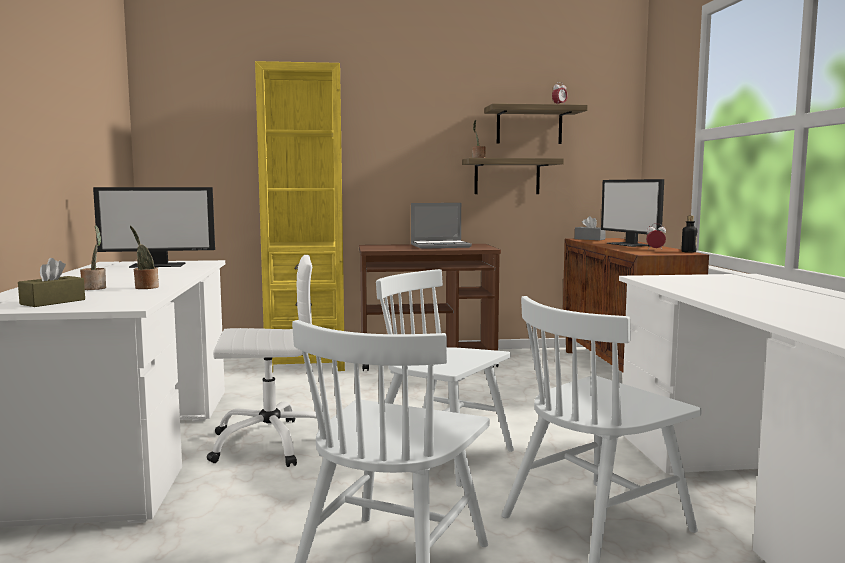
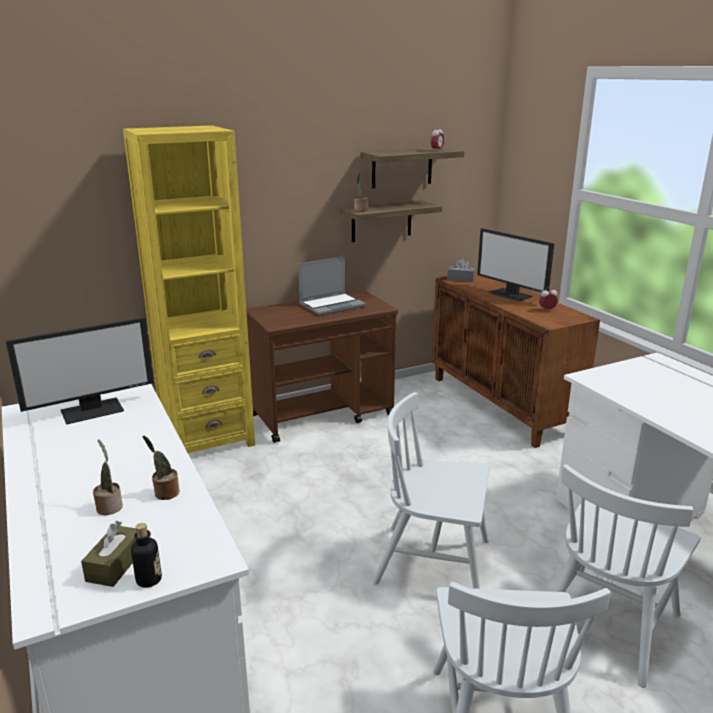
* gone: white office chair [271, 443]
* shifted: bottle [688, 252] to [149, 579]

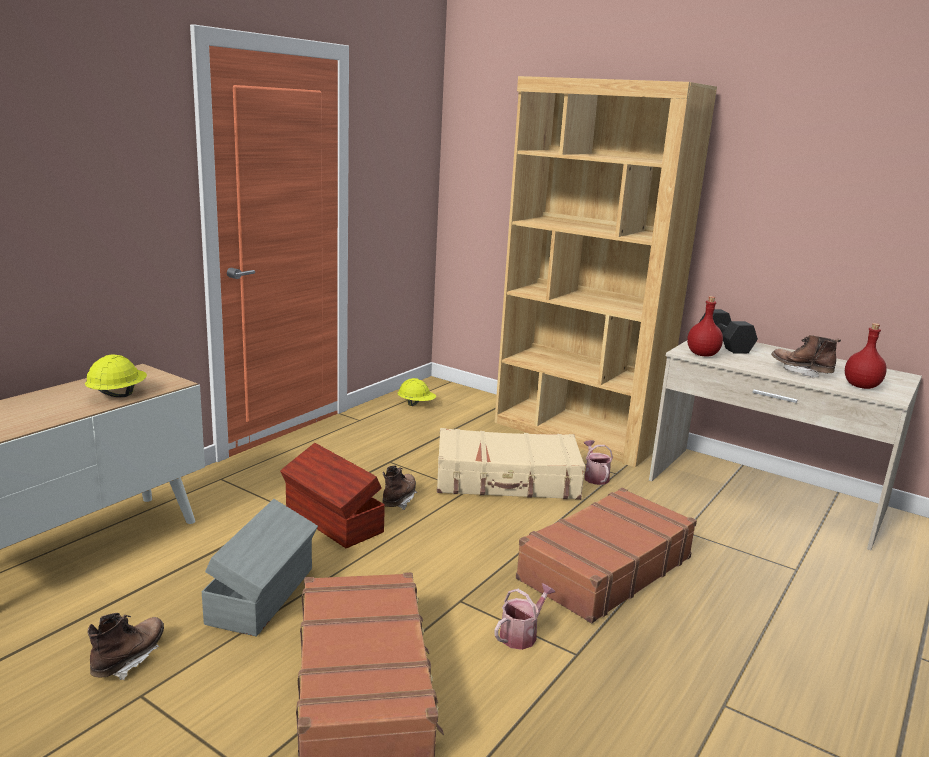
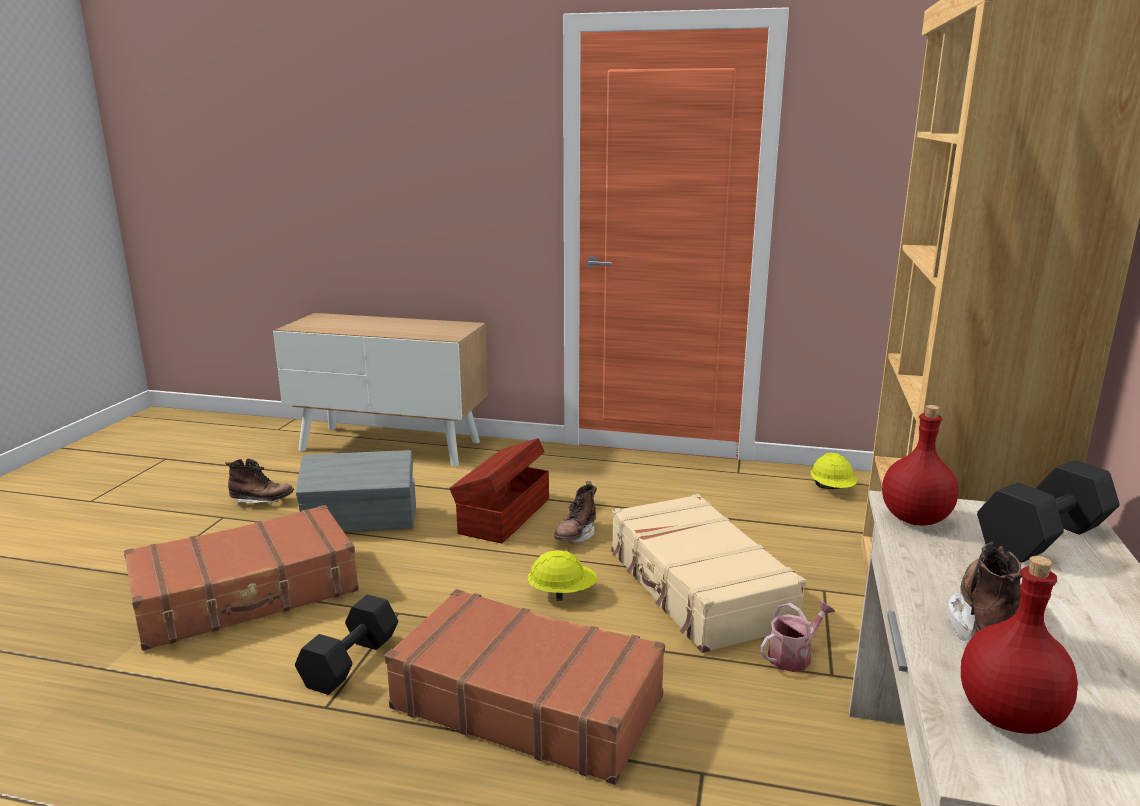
* shifted: yellow hard hat [117, 394] to [562, 593]
* swapped: watering can [521, 634] to black dumbbell [351, 662]
* rotated: brown boot [399, 500] = [575, 535] 120 degrees clockwise

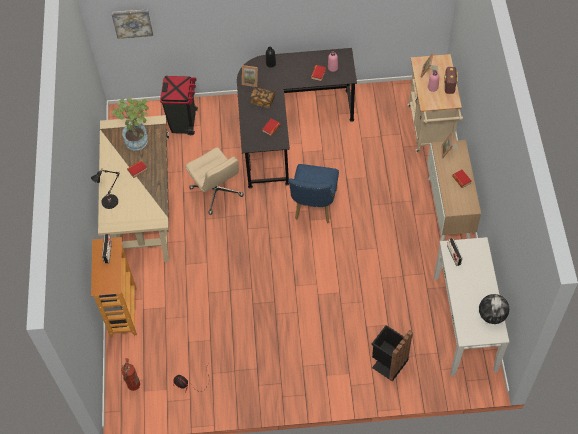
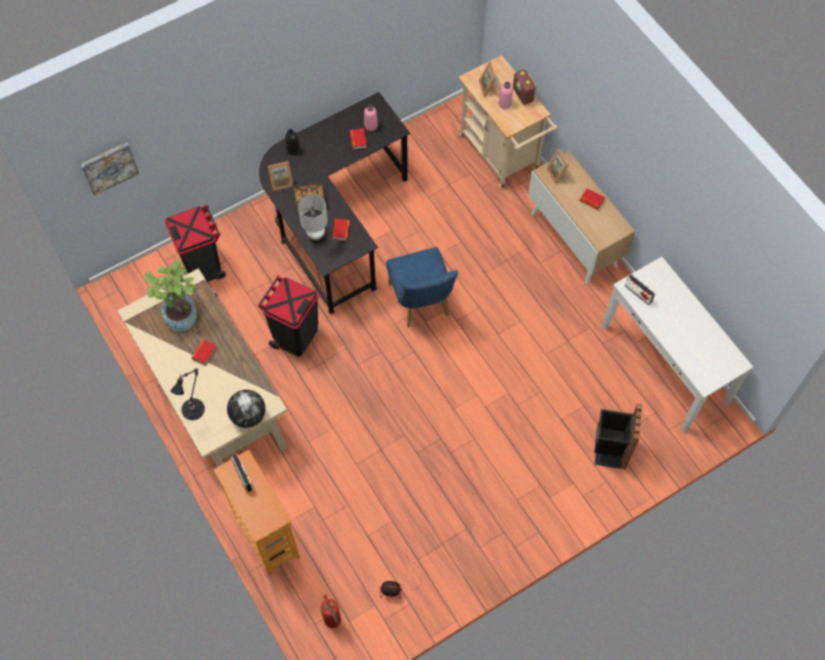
* new: white table lamp [316, 236]
* shifted: globe [492, 315] to [248, 415]
* swapped: beige office chair [217, 192] to black trash can [295, 336]

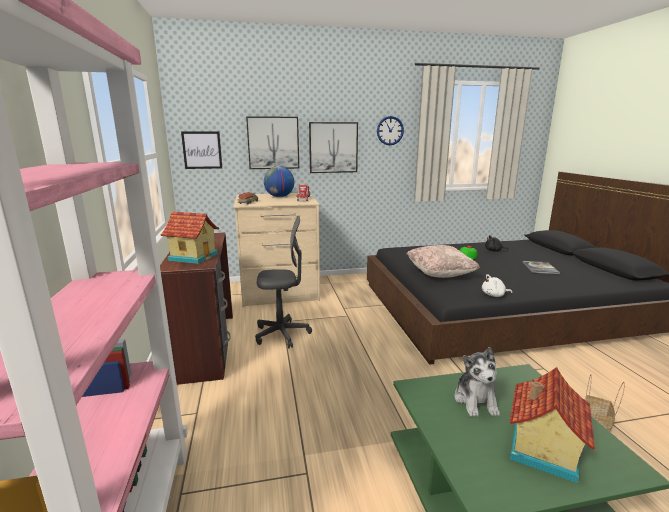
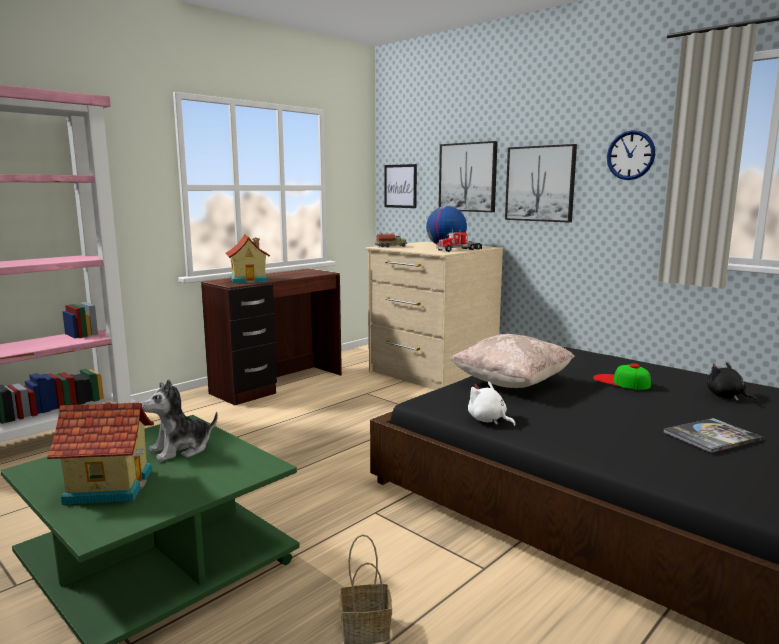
* gone: grey office chair [282, 334]

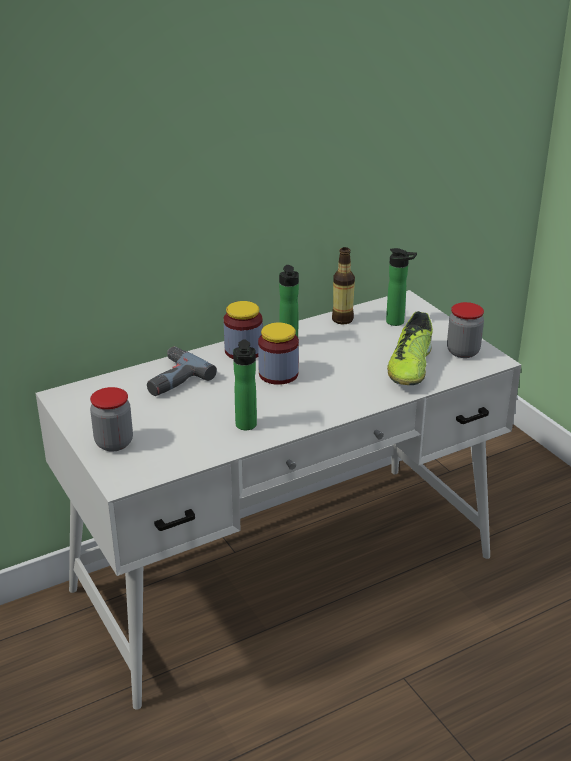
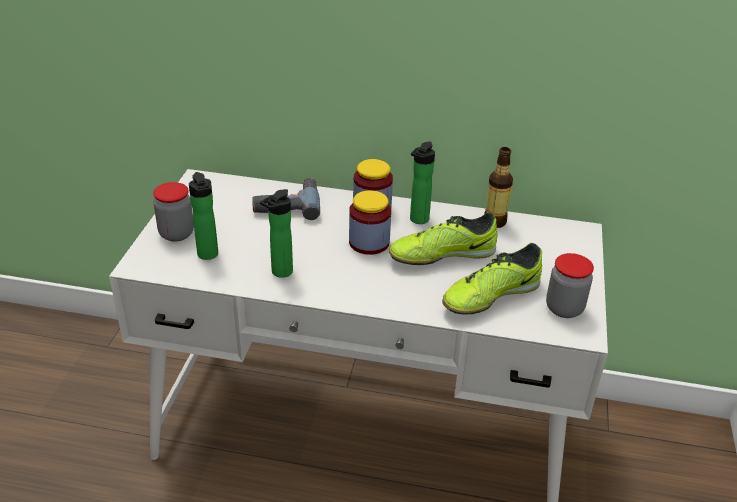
* new: shoe [442, 255]
* shifted: bottle [398, 322] to [208, 256]

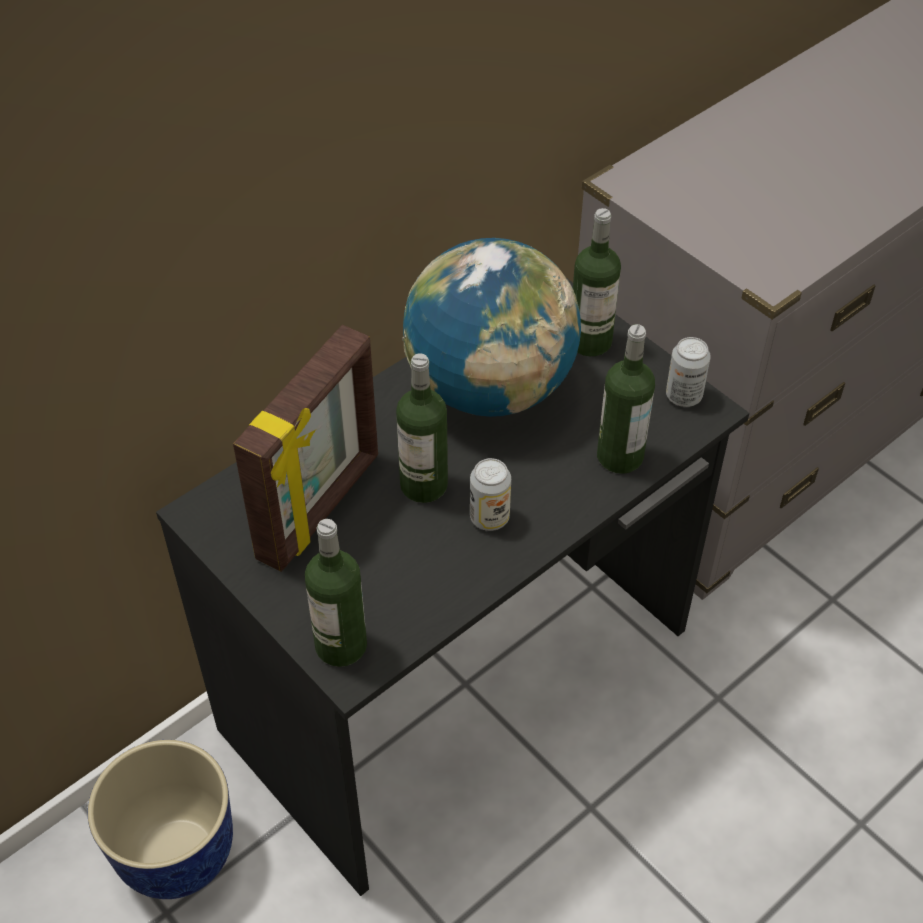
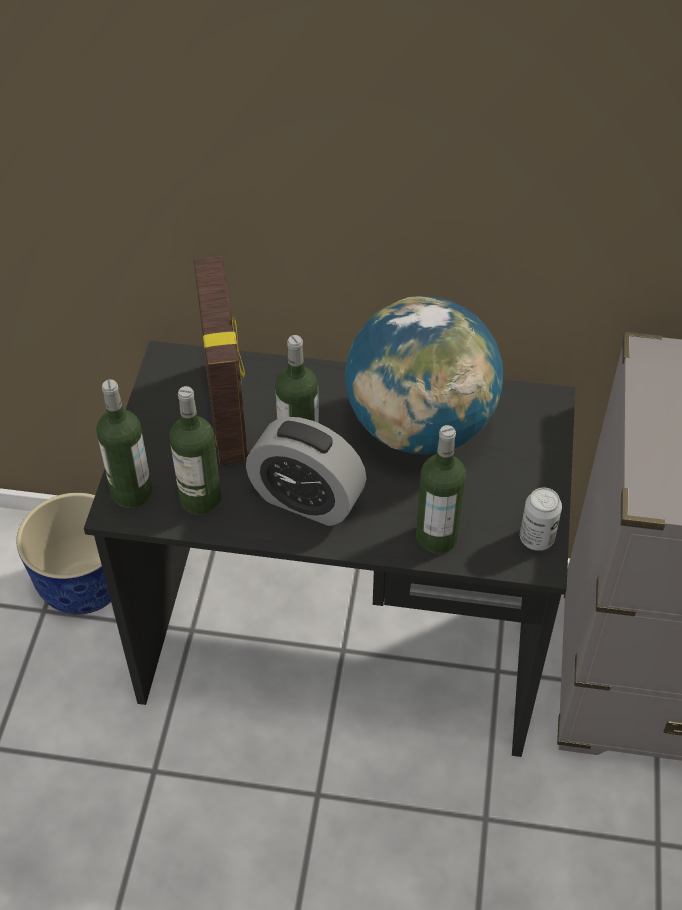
* shifted: bottle [590, 341] to [200, 498]
* swapped: can [489, 517] to alarm clock [306, 499]
* rotated: picture frame [321, 508] = [228, 412] 90 degrees counterclockwise

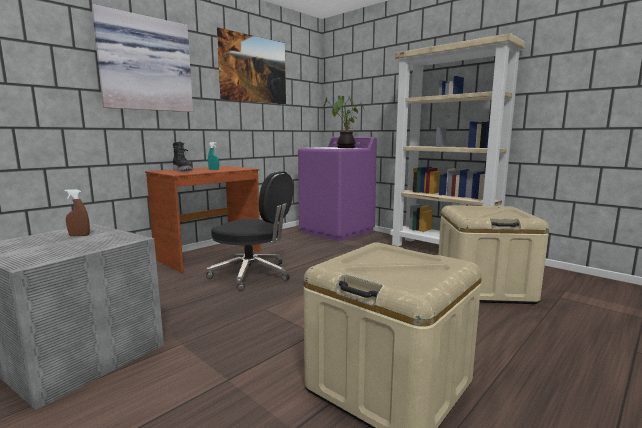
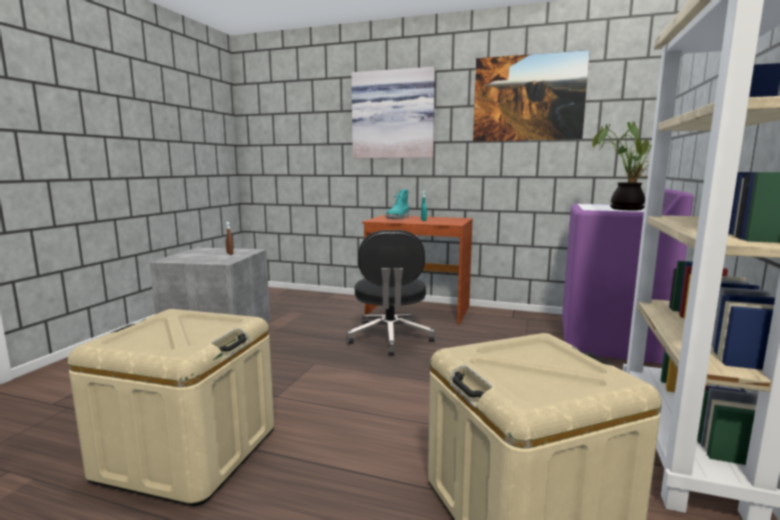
* repainted: black boot [183, 171] to turquoise boot [398, 218]

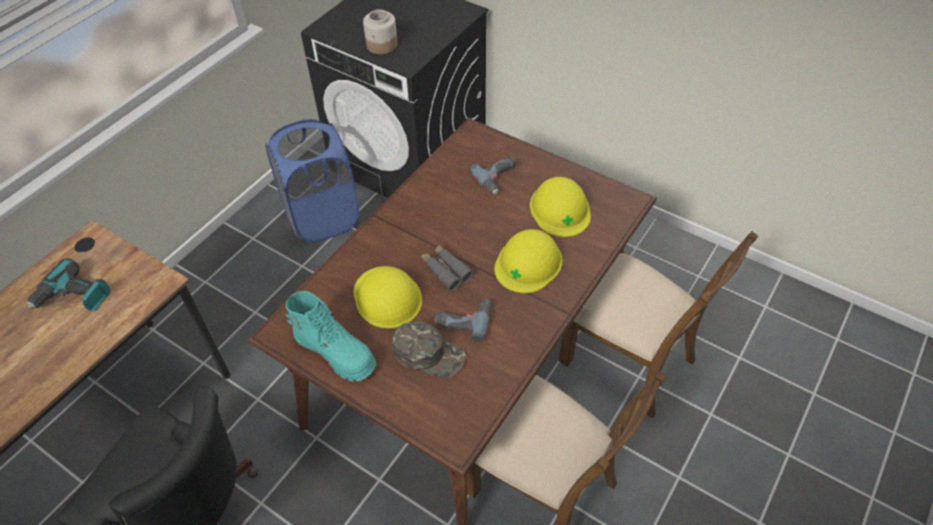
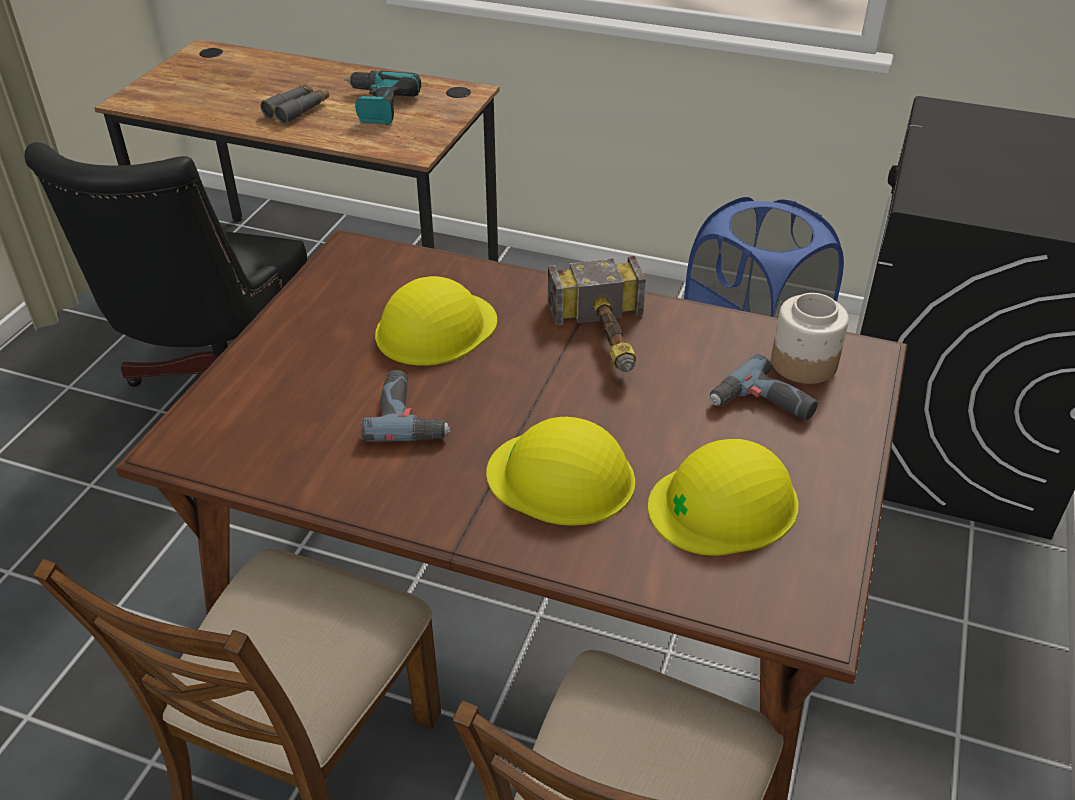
* gone: turquoise boot [336, 352]
* gone: green cap [428, 353]
* new: hammer [607, 340]
* shifted: jar [382, 45] to [803, 363]
* shifted: grey binoculars [446, 270] to [297, 109]

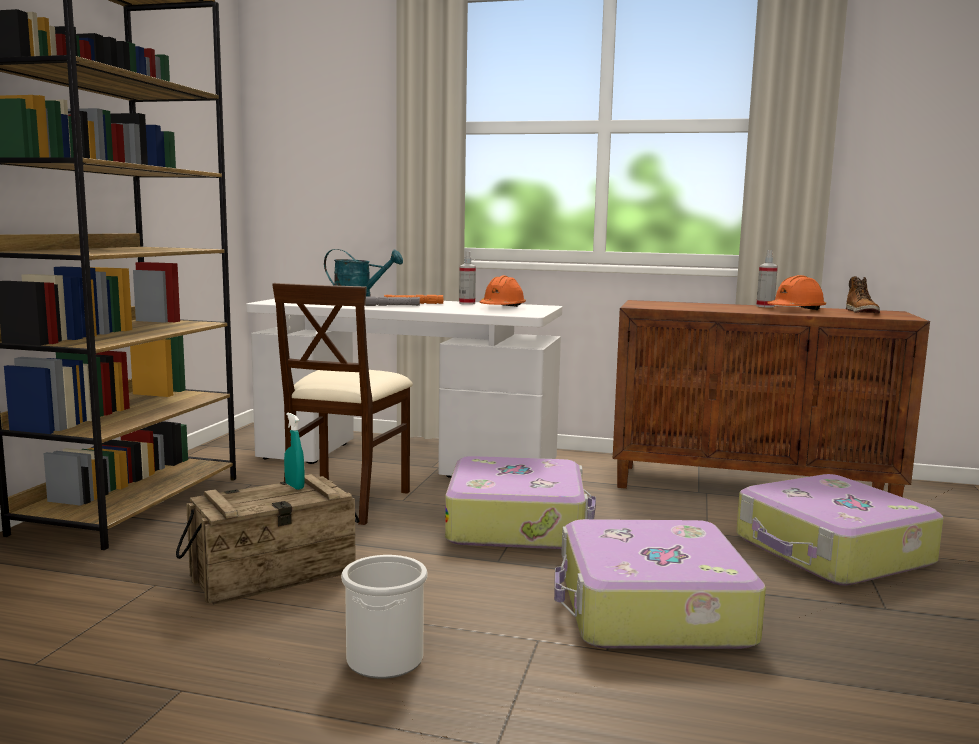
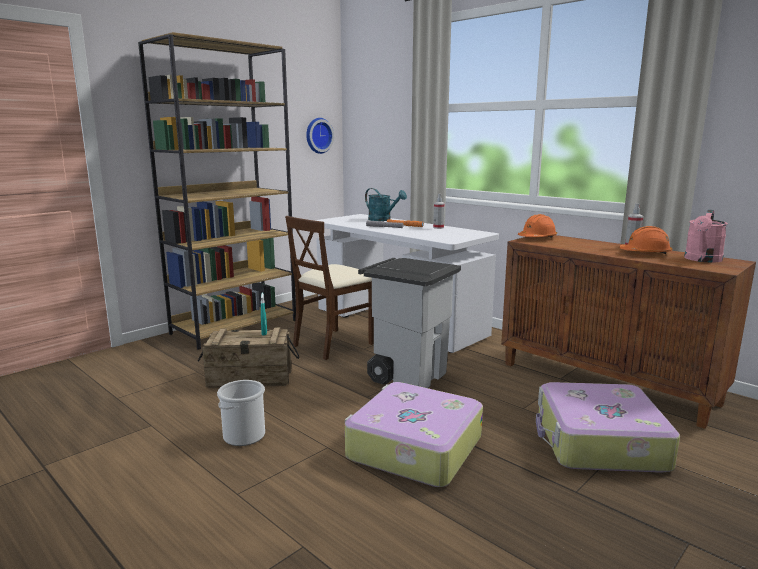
* new: wall clock [318, 135]
* shifted: orange hard hat [502, 308] to [537, 238]
* swapped: suitcase [517, 523] to grey trash can [408, 376]
* swapped: boot [862, 312] to pink watering can [702, 260]

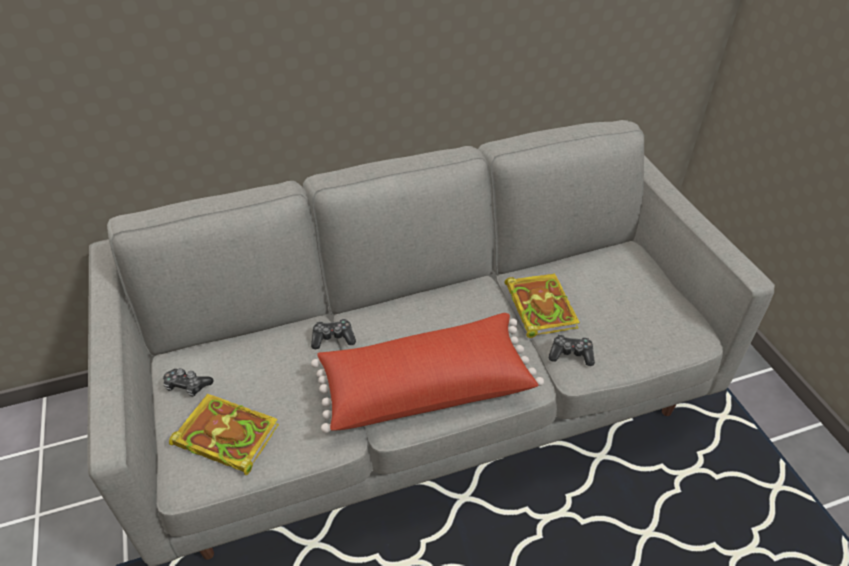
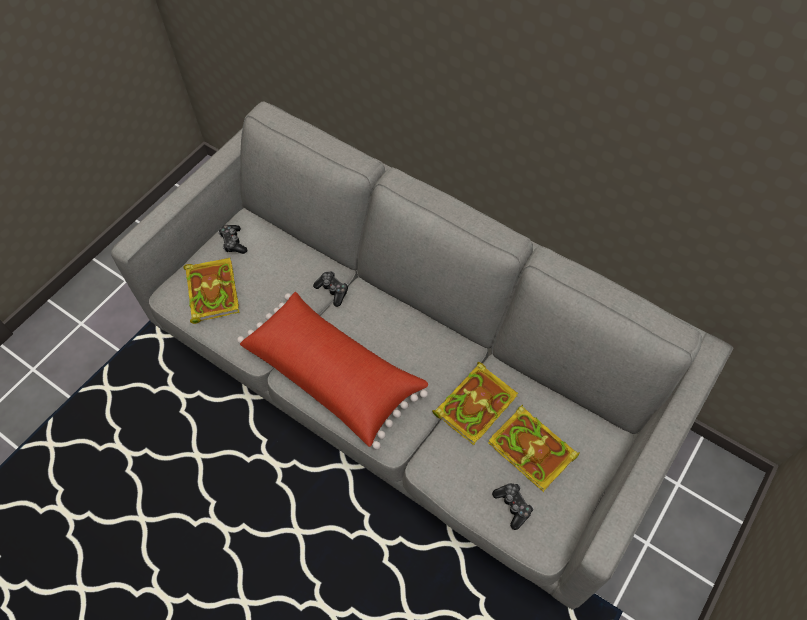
* new: book [534, 450]
* shifted: game controller [571, 354] to [513, 506]

